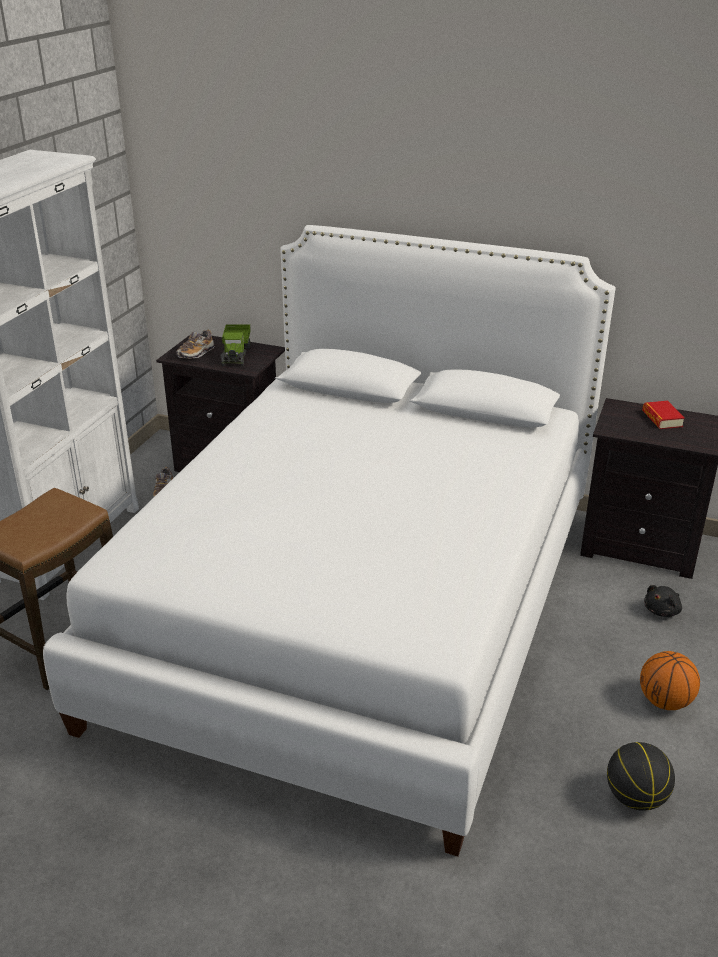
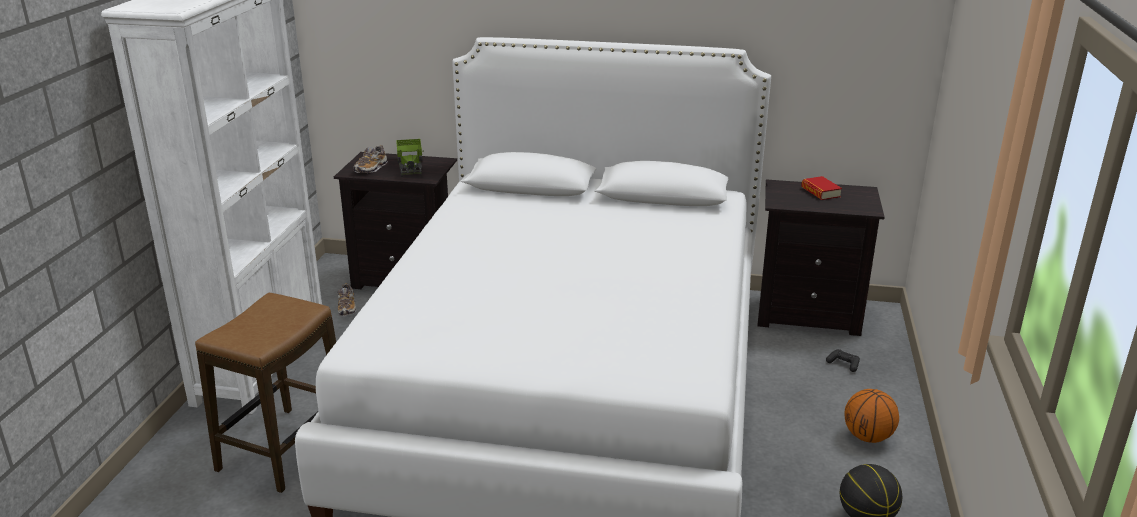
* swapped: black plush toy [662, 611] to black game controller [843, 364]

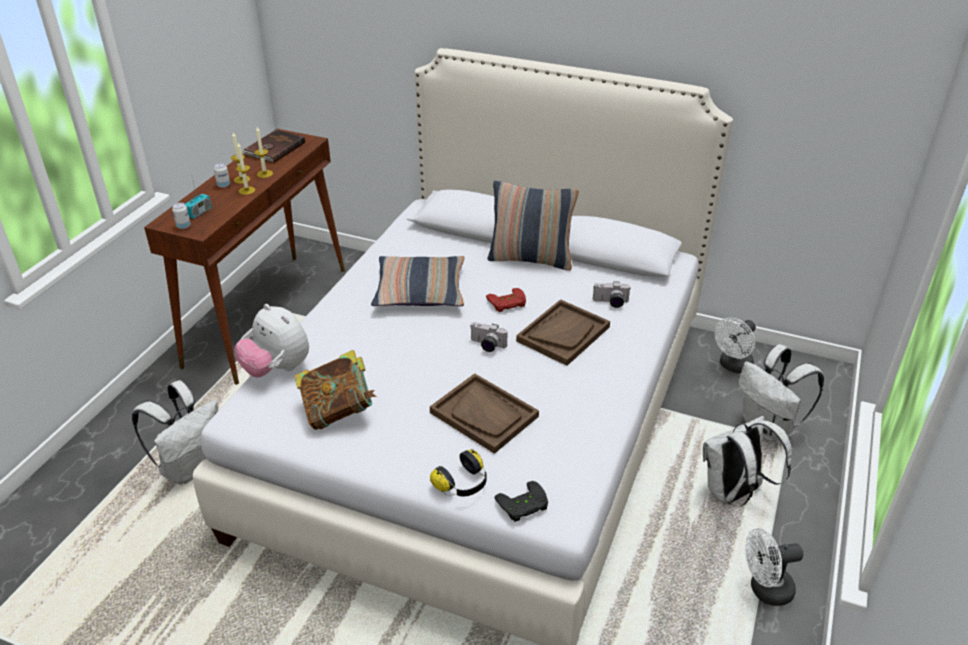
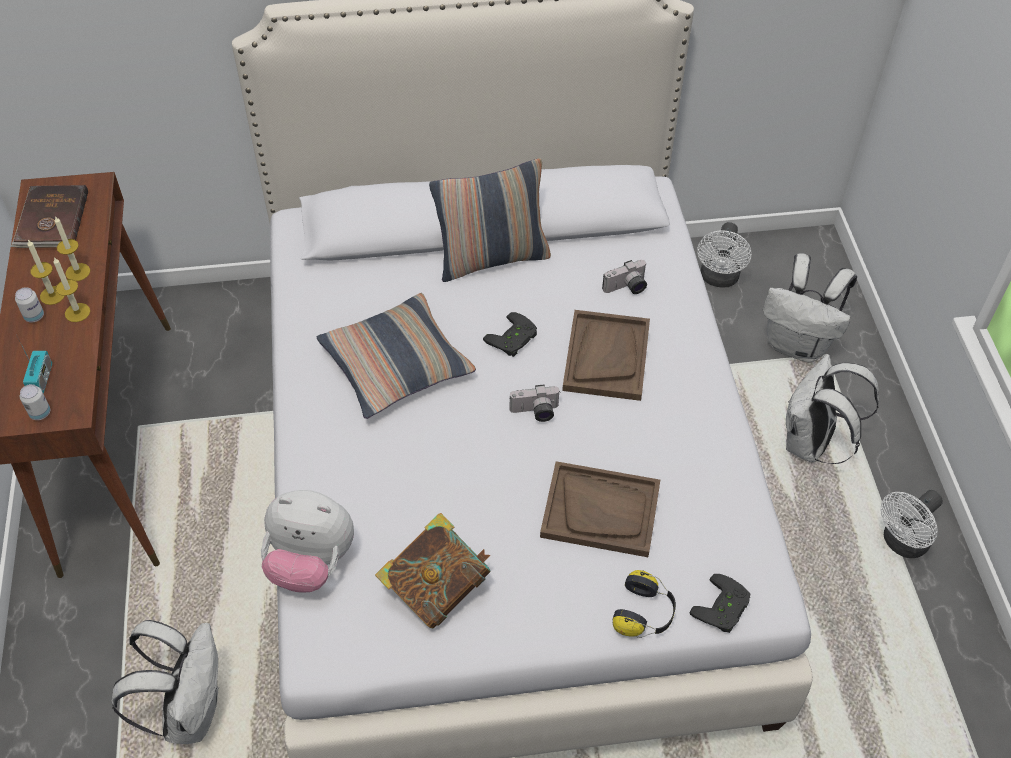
* repainted: red game controller [507, 303] to black game controller [514, 339]

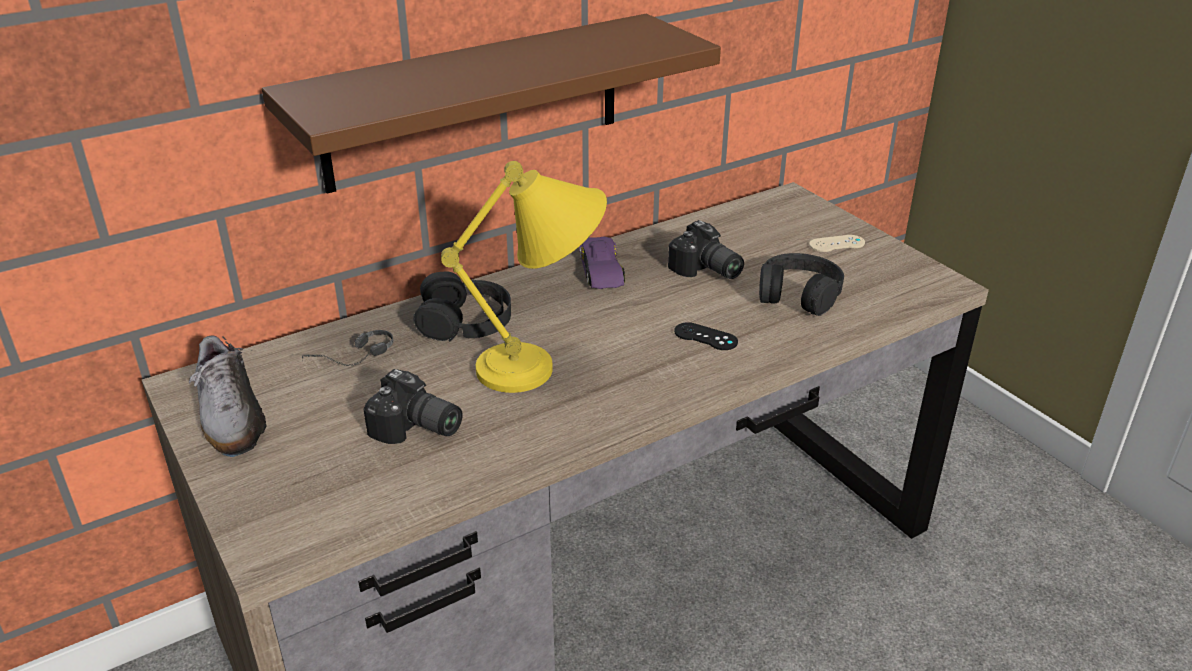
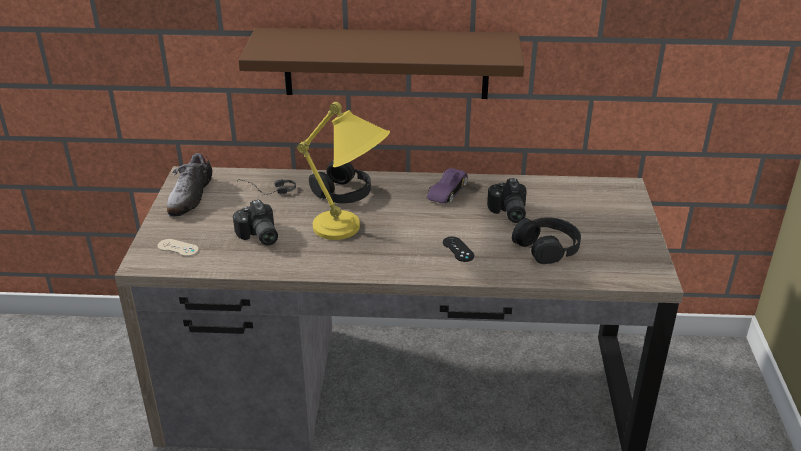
* shifted: beige game controller [837, 244] to [178, 248]

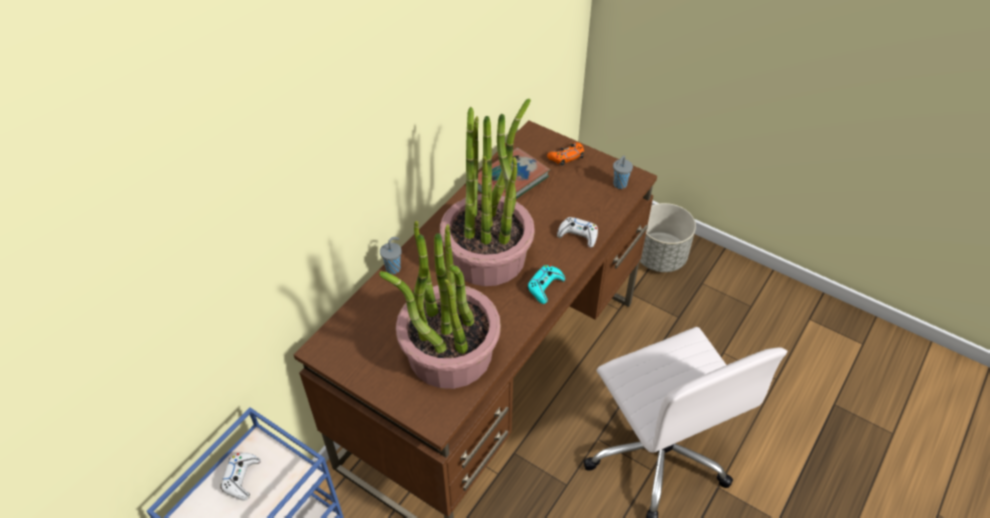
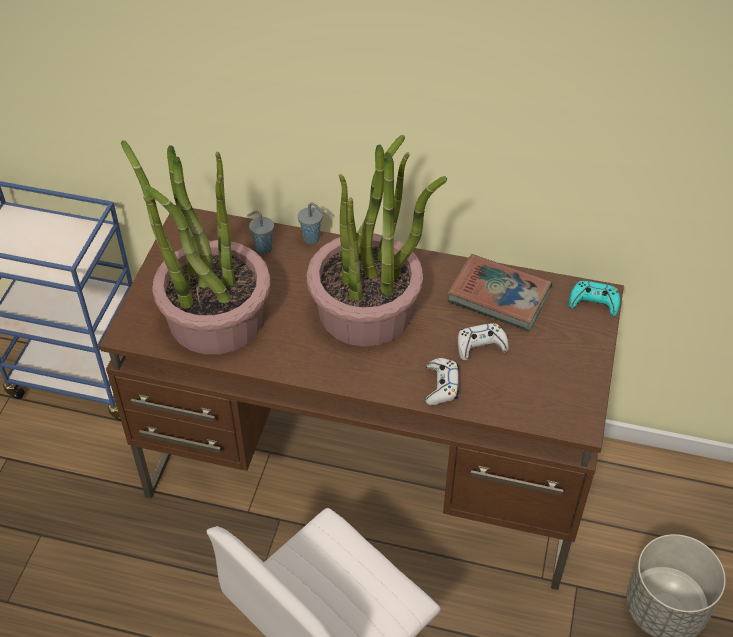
* gone: orange game controller [566, 157]
* shifted: white game controller [241, 478] to [480, 346]
* shifted: turquoise game controller [545, 287] to [594, 302]
* shifted: grey cup [619, 185] to [262, 248]

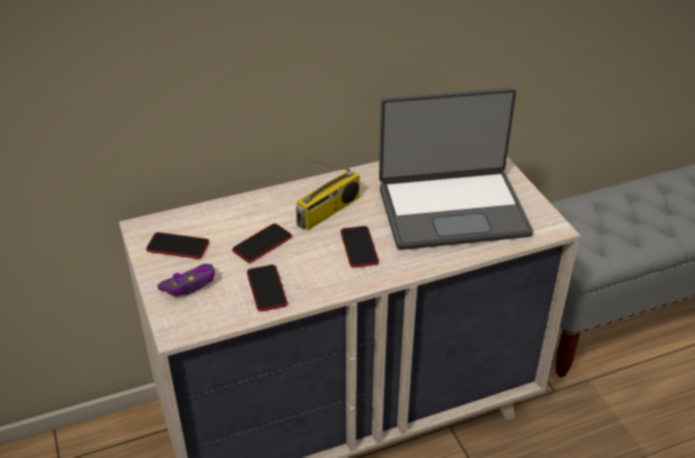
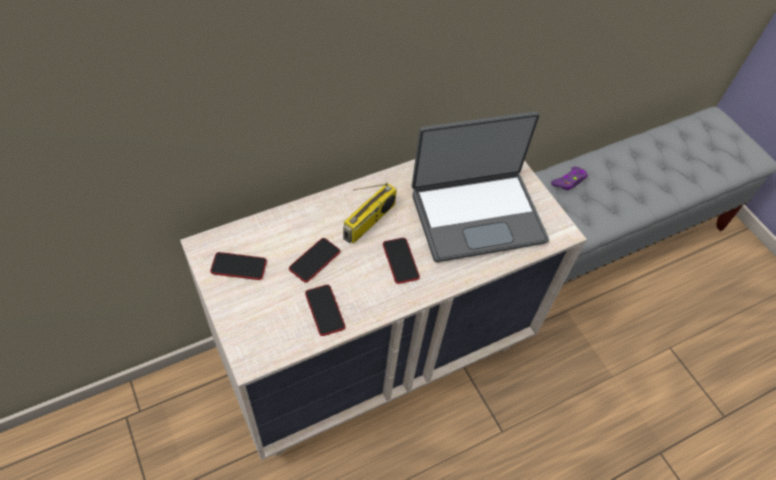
* shifted: purple game controller [189, 285] to [569, 181]

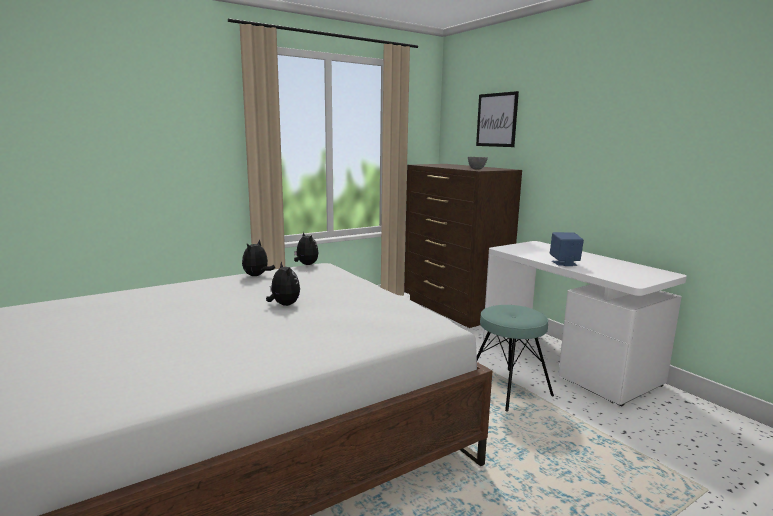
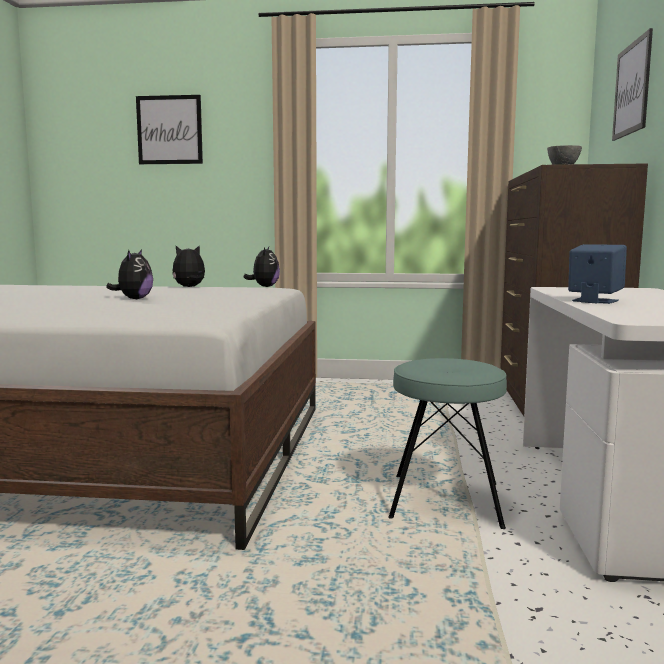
* new: picture [169, 130]

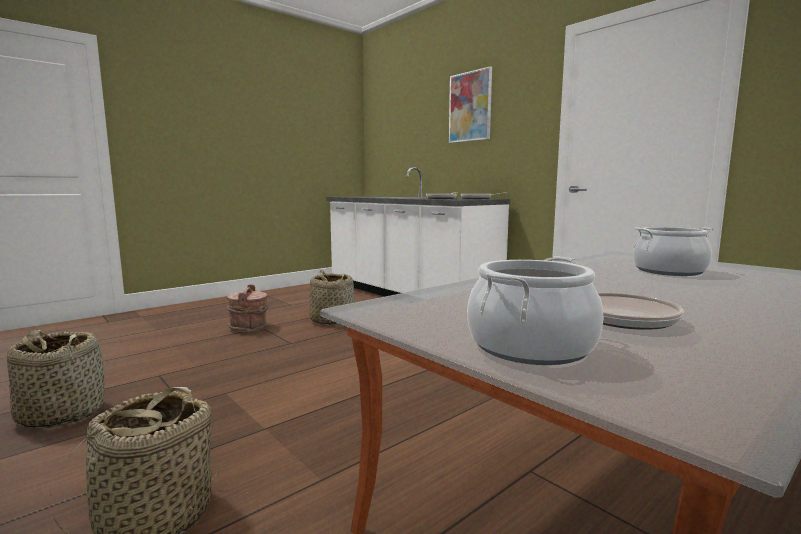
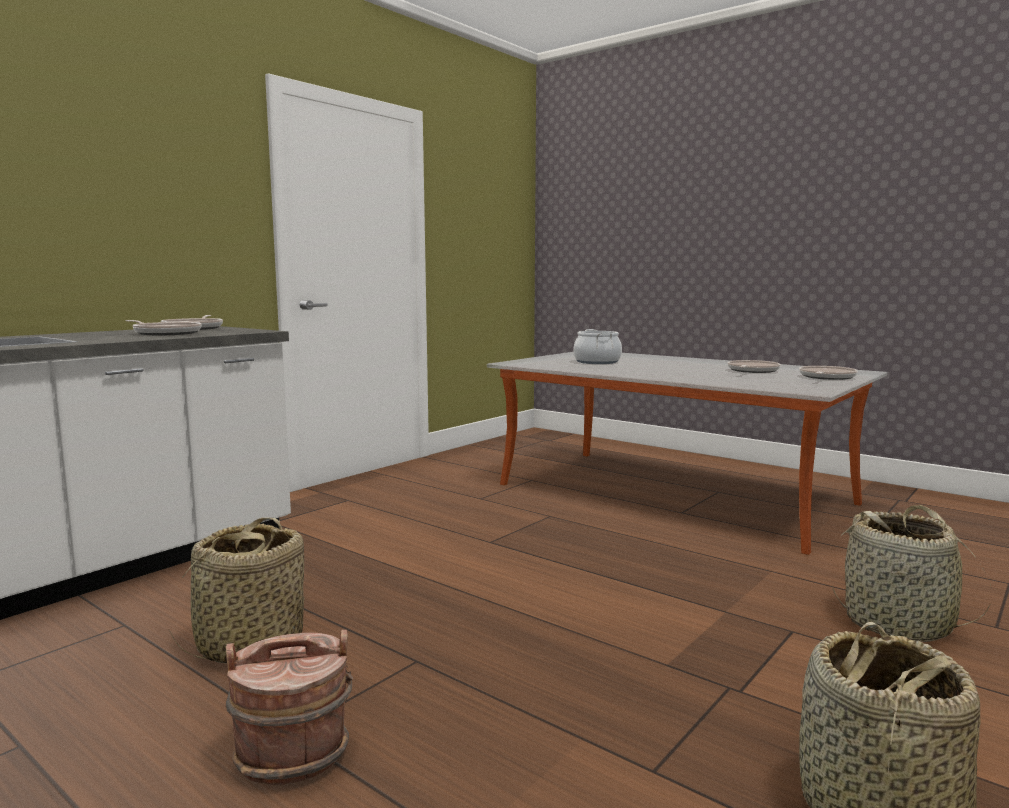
* gone: picture [470, 107]
* swapped: cooking pot [530, 346] to frying pan [826, 377]

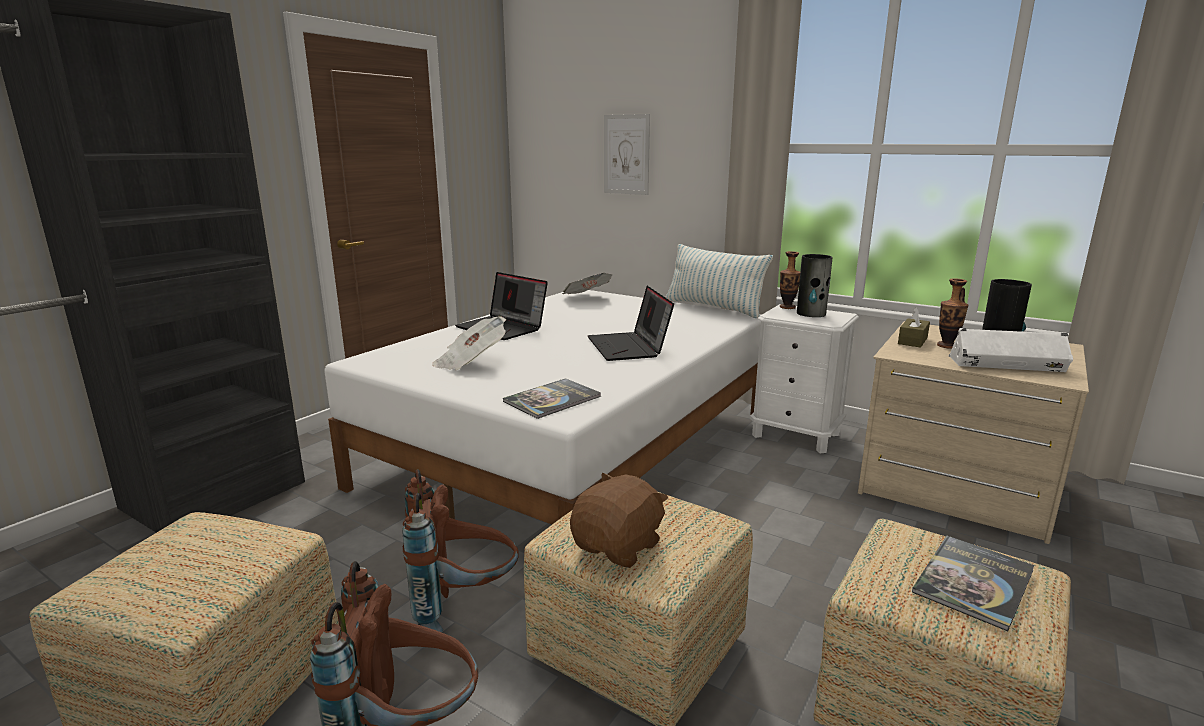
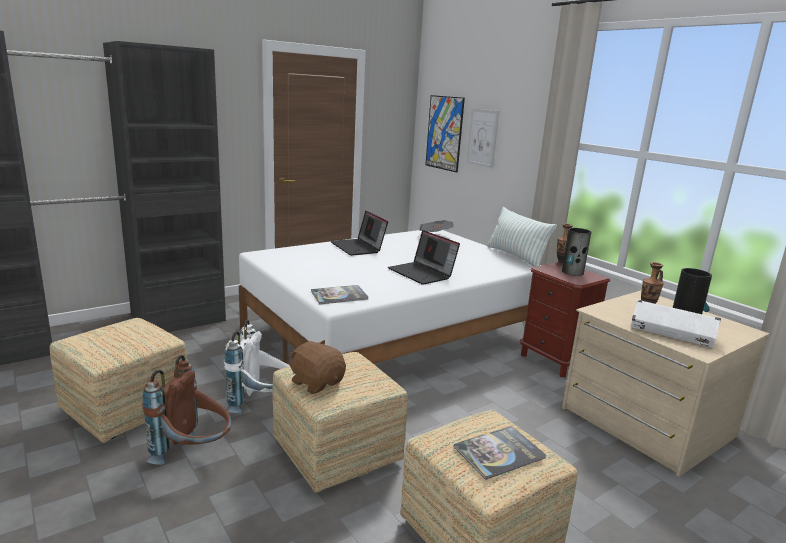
* gone: newspaper [470, 362]
* gone: brown tissue box [912, 341]
* new: picture [444, 133]
* repainted: brown backpack [463, 605] to white backpack [262, 404]
* repainted: white nightstand [796, 435] to brown nightstand [554, 361]
* rotated: brown plush toy [619, 547] = [317, 382] 105 degrees counterclockwise
* rotated: laptop [629, 347] = [422, 273] 45 degrees counterclockwise

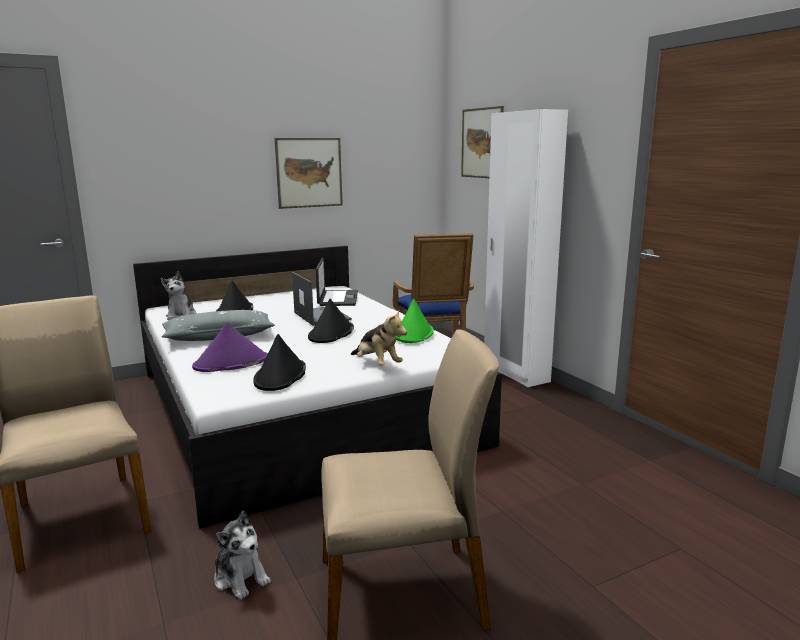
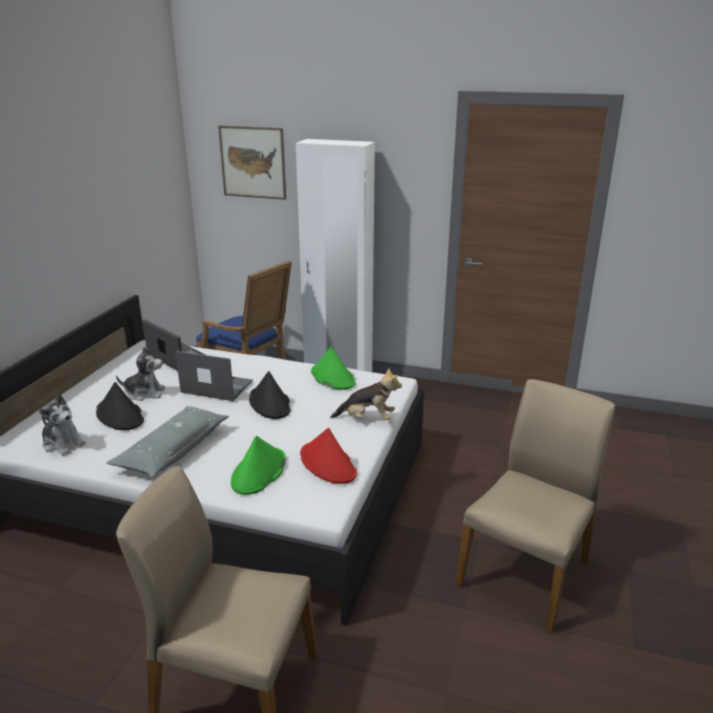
* gone: picture [309, 172]
* shifted: plush toy [241, 578] to [145, 393]
* repainted: purple hat [231, 363] to green hat [259, 472]
* repainted: black hat [280, 376] to red hat [328, 464]

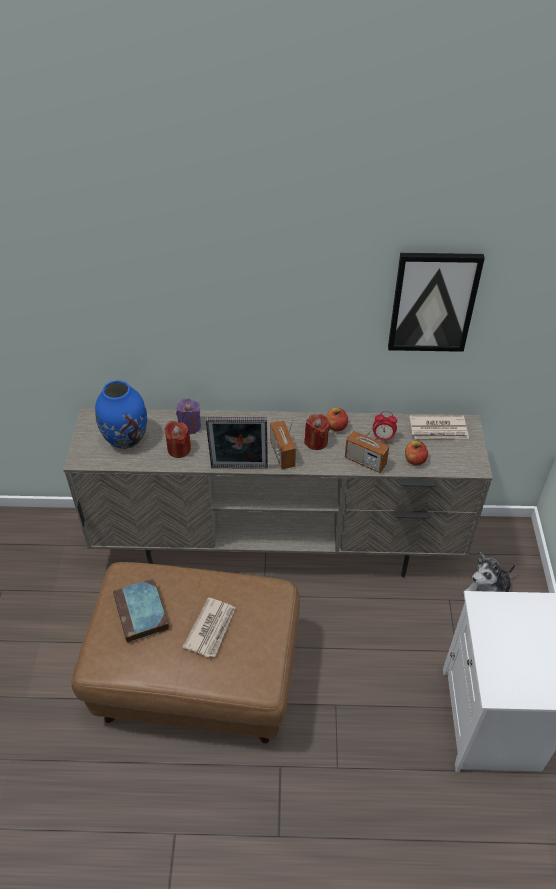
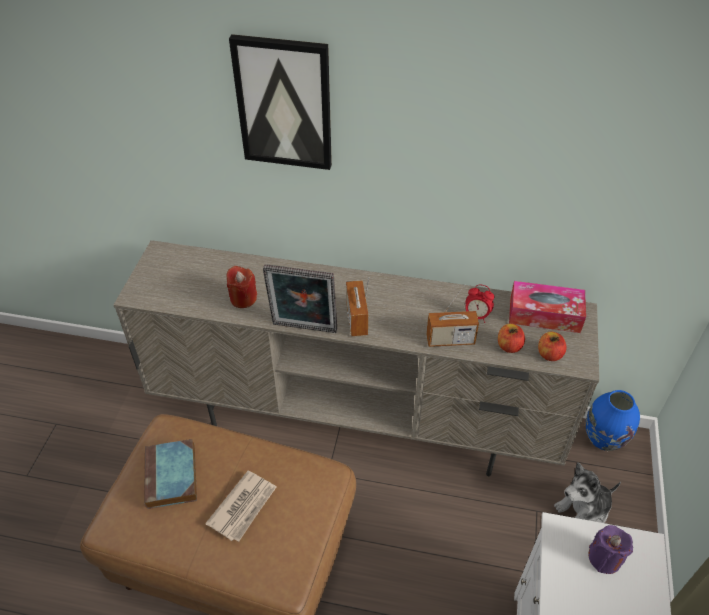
* gone: red candle [316, 441]
* shifted: blue vase [126, 438] to [603, 438]
* shifted: purple candle [189, 426] to [604, 558]
* shifted: apple [336, 426] to [549, 354]
* shifted: picture [433, 302] to [284, 103]
* swapped: newspaper [438, 429] to tissue box [544, 314]
* rotated: radio [365, 461] = [450, 340] 45 degrees counterclockwise

